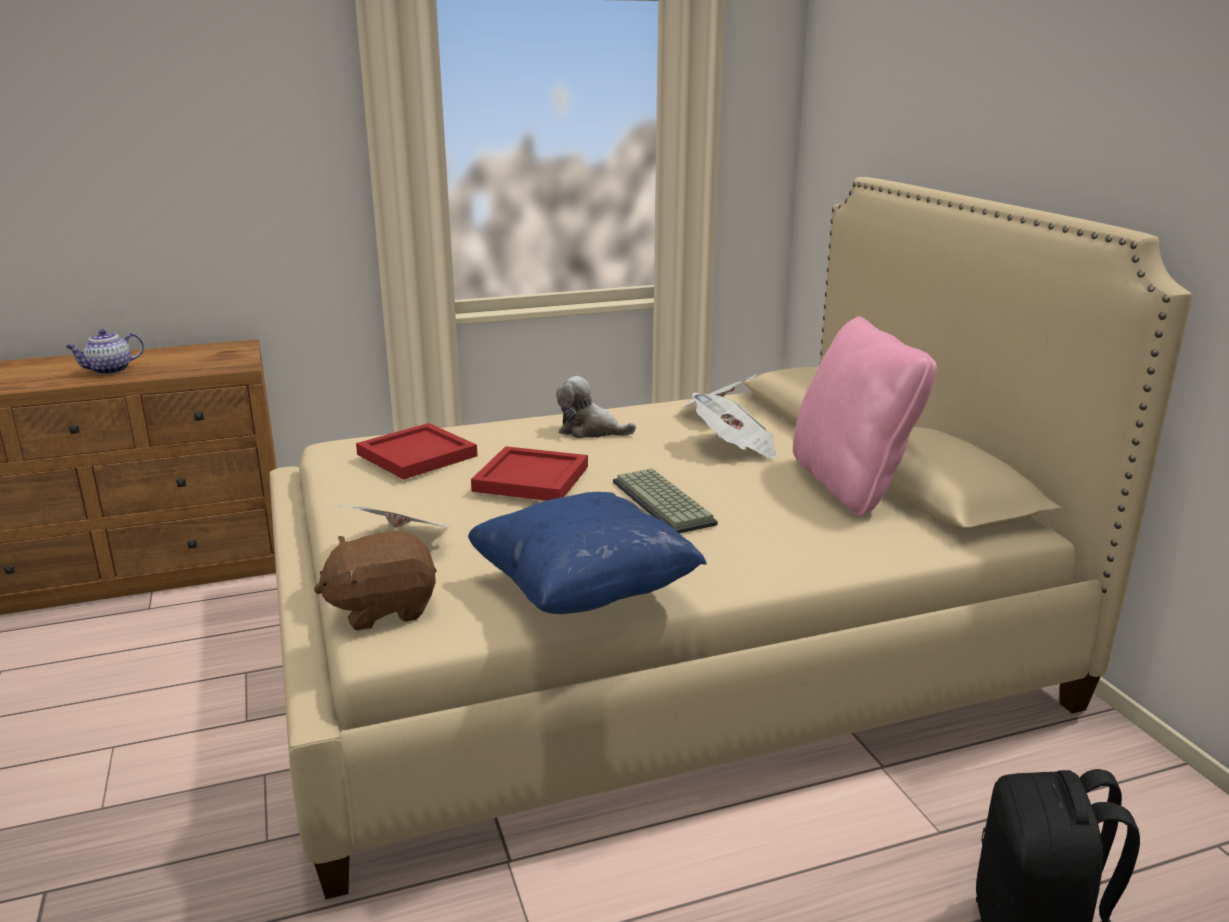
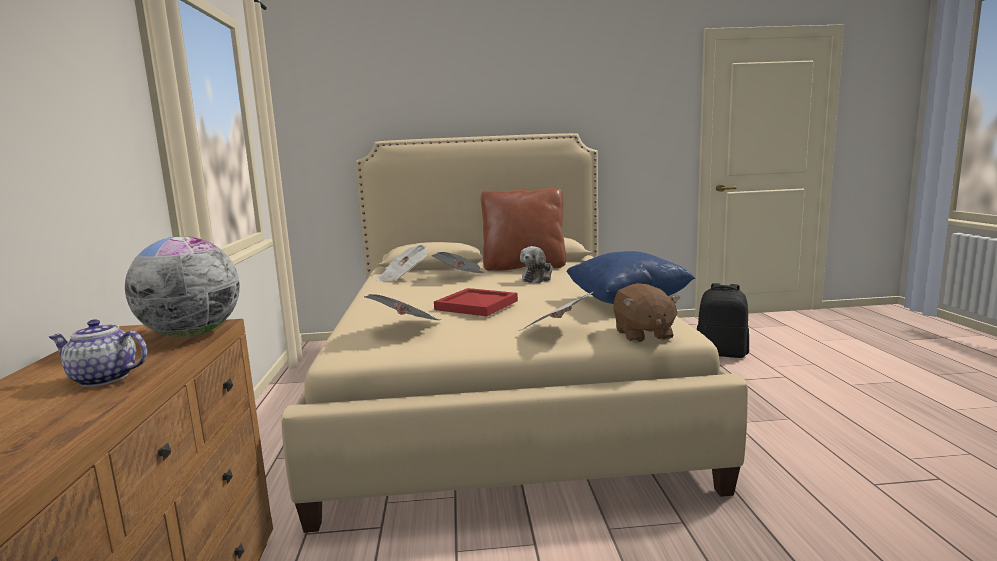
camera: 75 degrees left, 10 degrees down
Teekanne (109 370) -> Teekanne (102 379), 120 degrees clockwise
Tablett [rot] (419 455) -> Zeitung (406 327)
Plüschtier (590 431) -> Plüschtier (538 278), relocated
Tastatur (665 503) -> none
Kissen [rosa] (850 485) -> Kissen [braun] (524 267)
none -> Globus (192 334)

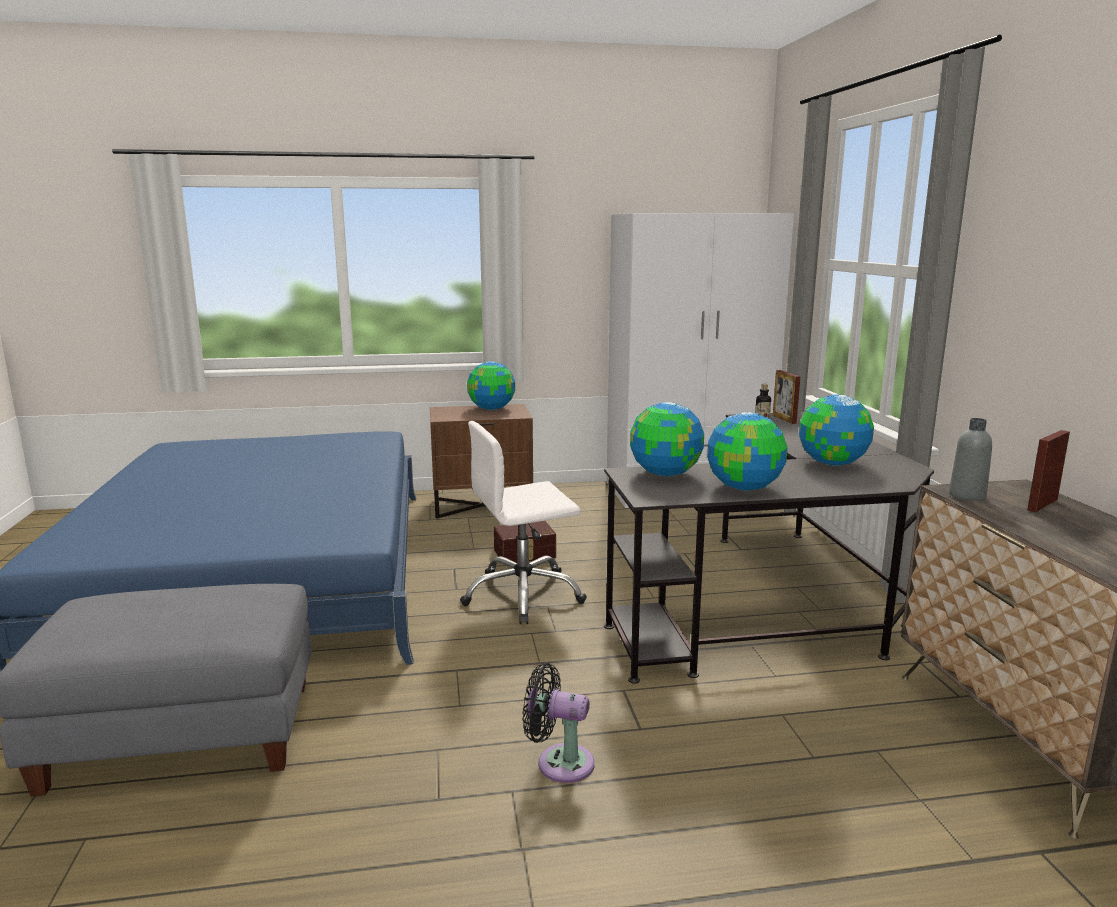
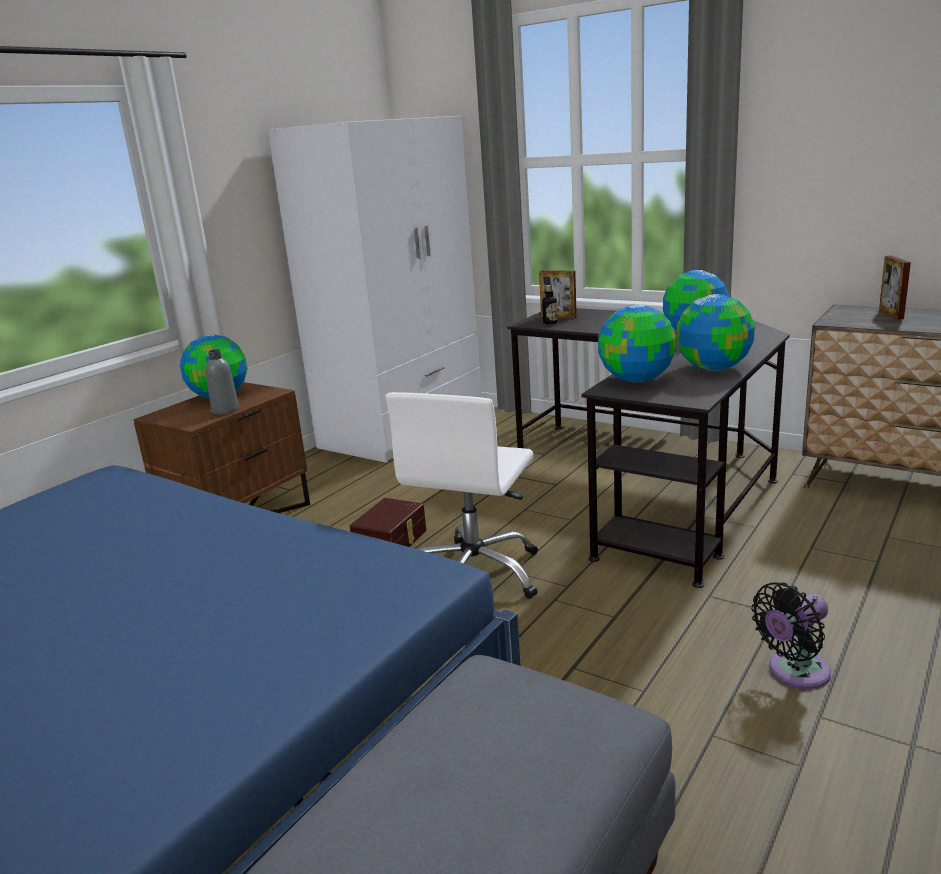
camera: 45 degrees left, 5 degrees up
Flasche [grau] (967 496) -> Flasche [grau] (225 410), relocated

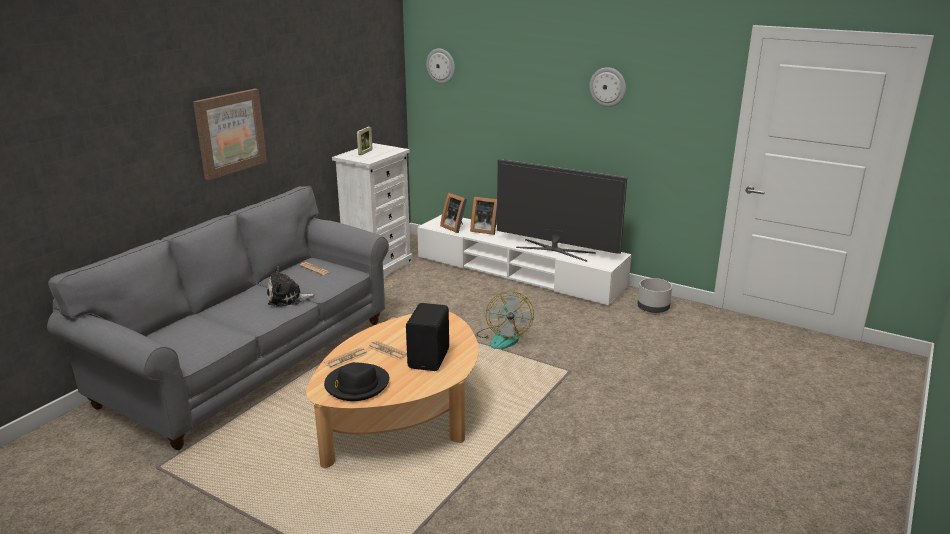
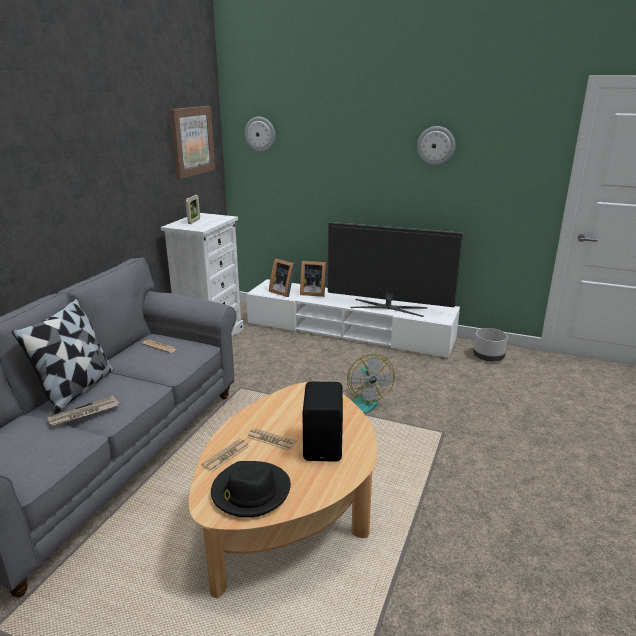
camera: 10 degrees left, 0 degrees up
Bild (230 133) -> Bild (191 141), relocated
Plüschtier (287 298) -> none
none -> Kissen (76 389)
none -> Zeitung (84 413)

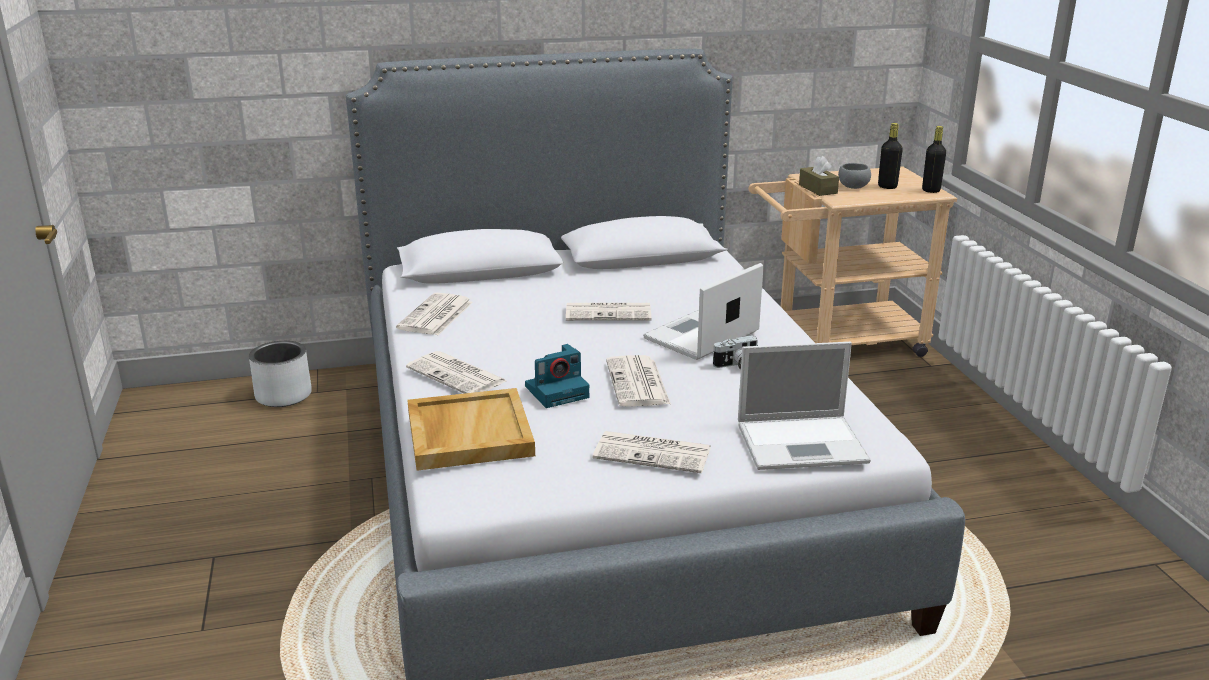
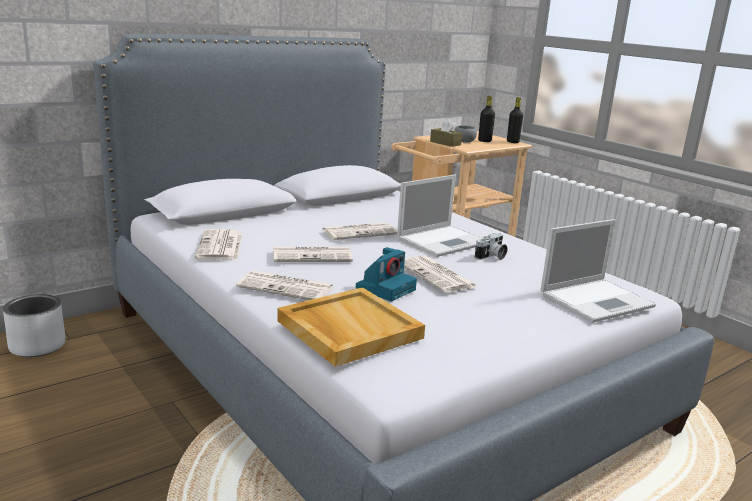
camera: 25 degrees left, 5 degrees down
Zeitung (654 453) -> Zeitung (313 255), relocated
Laptop (700 336) -> Laptop (443 241), 150 degrees counterclockwise

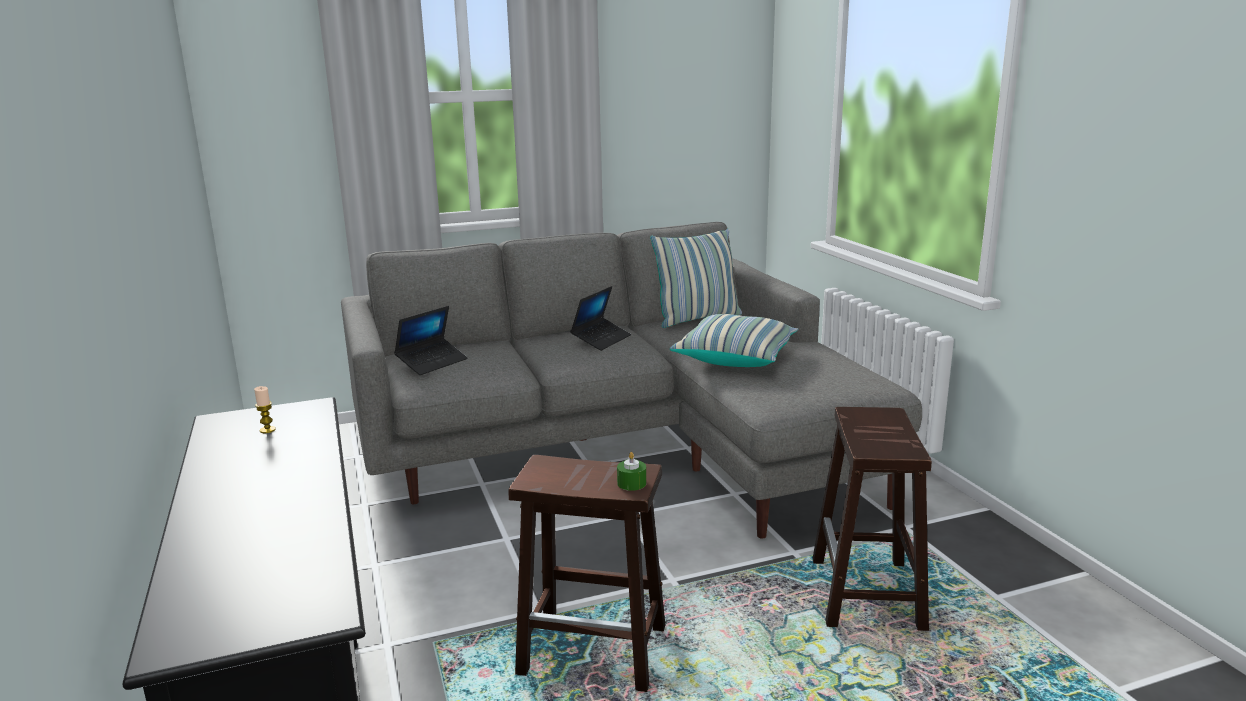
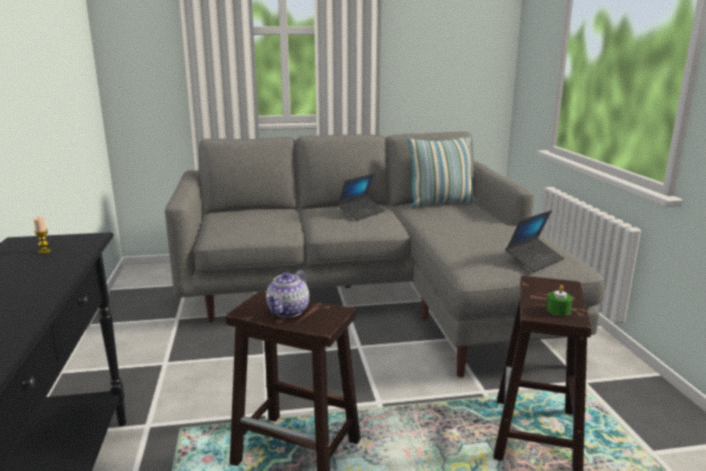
camera: 10 degrees right, 0 degrees up
Laptop (432 363) -> Laptop (534 260), relocated
Kerze [grün] (631 483) -> Kerze [grün] (558 310), relocated
Kissen (735 357) -> none
none -> Teekanne (288 311)

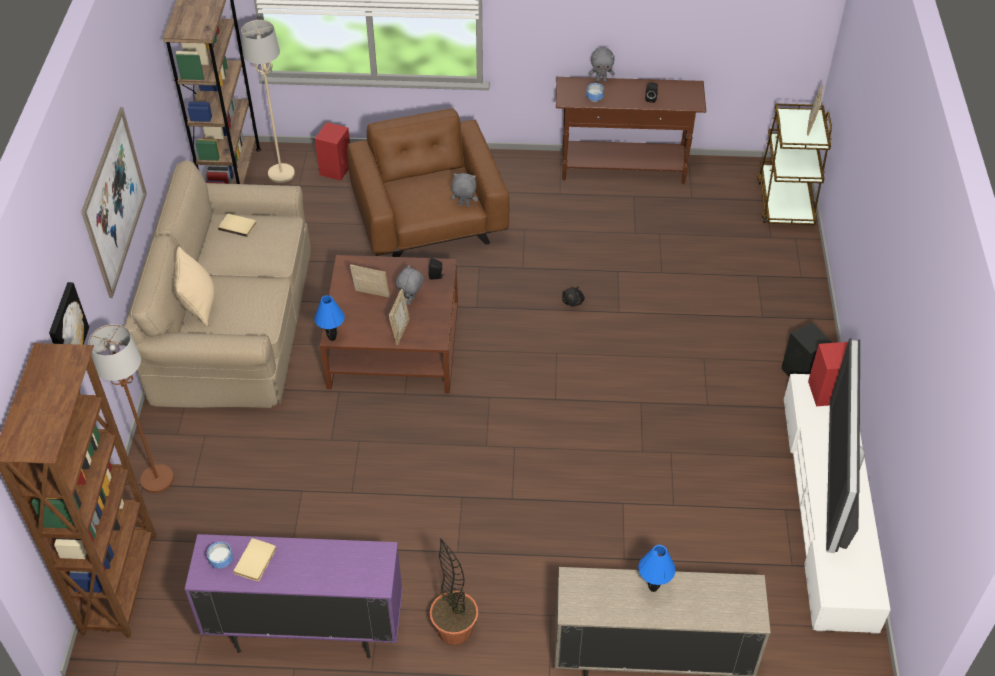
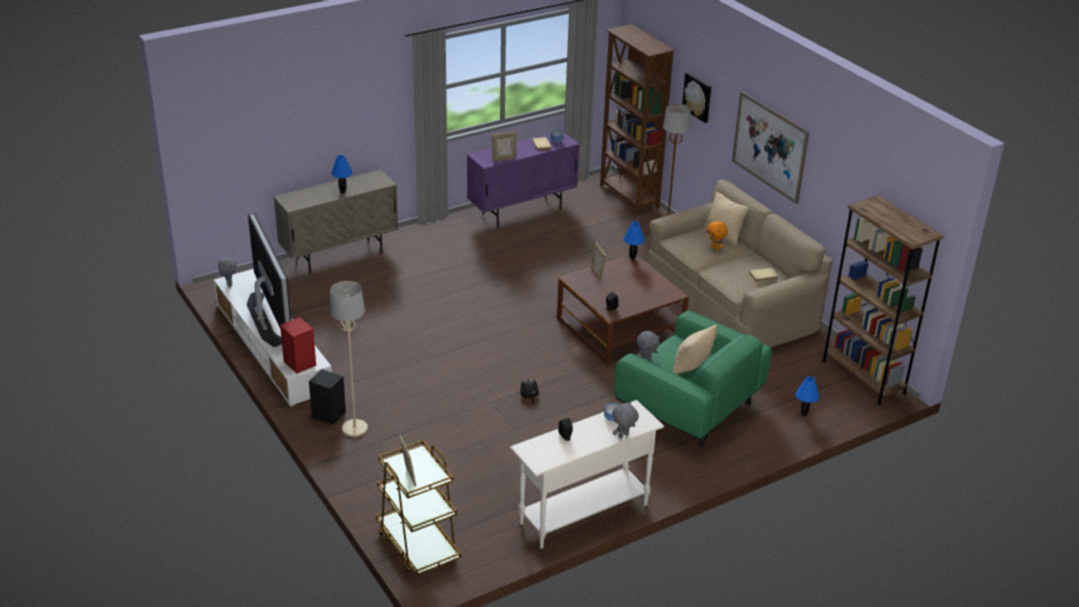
camera: 145 degrees right, 15 degrees down
Stehlampe [beige] (281 174) -> Stehlampe [beige] (354 429), relocated
Lautsprecher [rot] (336 169) -> Tischlampe [blau] (804 414)
Sessel [braun] (429 221) -> Sessel [grün] (689 406)
Bilderrahmen (371 295) -> Bilderrahmen (504 159), relocated
Plüschtier [grau] (411 301) -> Plüschtier [grau] (229 284), relocated
Topfpflanze (454 629) -> none
Konsolentisch [braun] (623 169) -> Konsolentisch [weiß] (583 514)
none -> Kissen [beige] (691 367)
none -> Plüschtier [orange] (715 248)

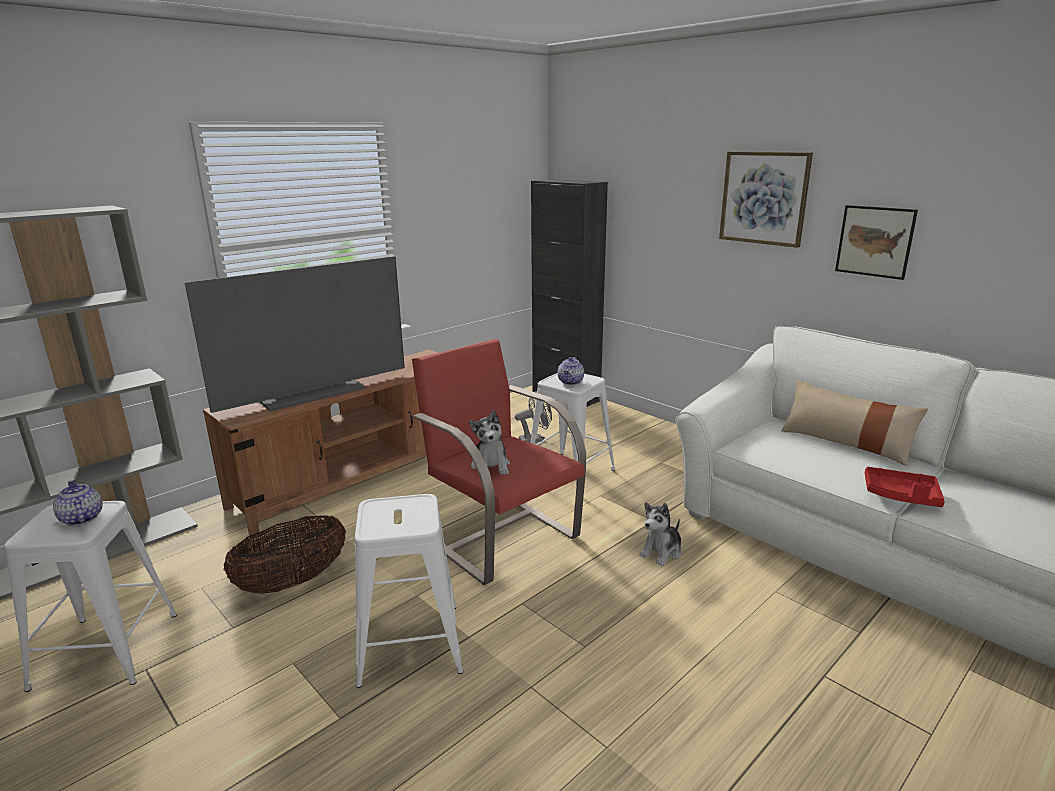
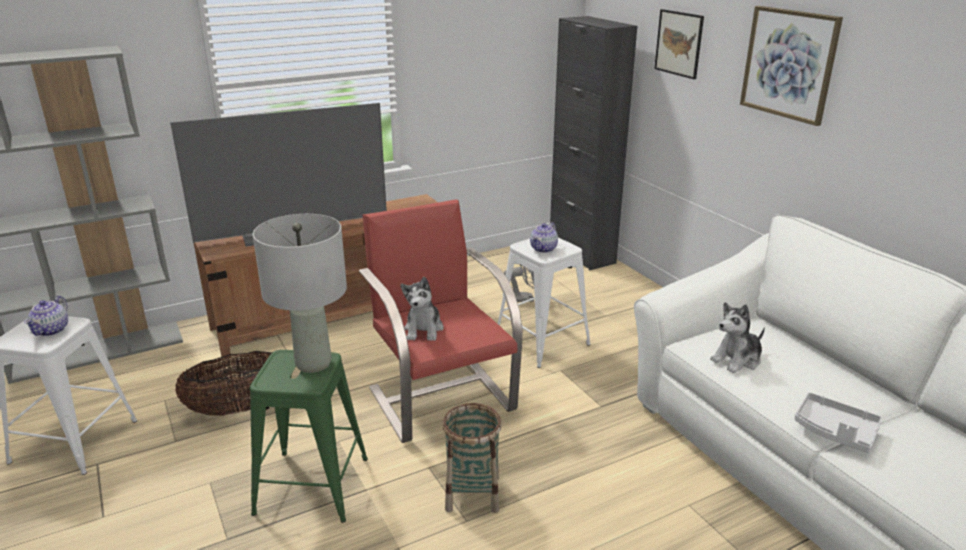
camera: 15 degrees right, 5 degrees up
Teekanne (81 518) -> Teekanne (51 330), 150 degrees counterclockwise
Hocker [weiß] (410 644) -> Hocker [grün] (312 486)
Plüschtier (662 552) -> Plüschtier (737 360), relocated
Kissen [beige] (845 443) -> none
Bild (875 241) -> Bild (679 43), relocated
Tablett [rot] (901 495) -> Tablett [grau] (835 431)
none -> Tischlampe [grau] (312 363)
none -> Korb (472 493)

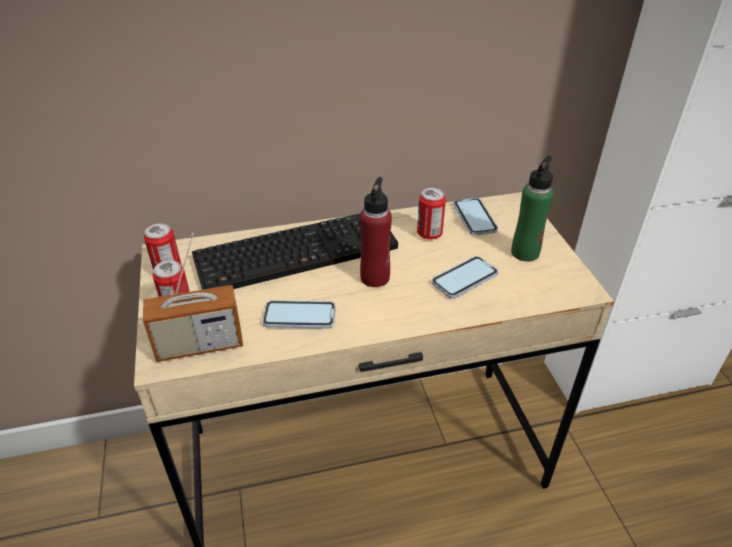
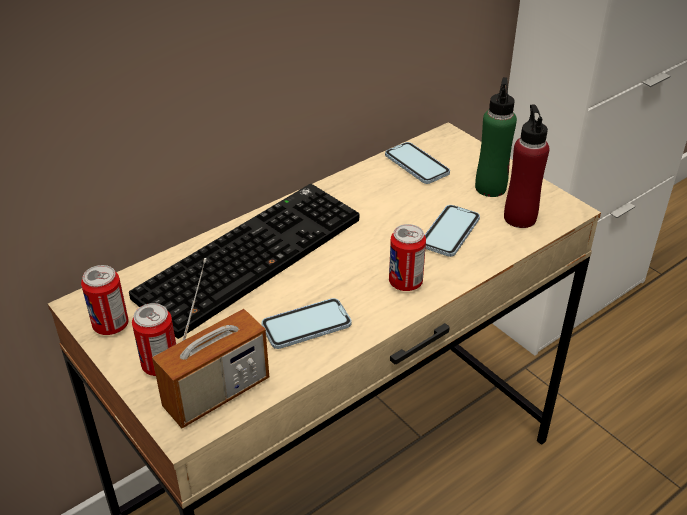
camera: 25 degrees left, 0 degrees up
Flasche [rot] (375 277) -> Flasche [rot] (520 218), relocated
Dose (429 234) -> Dose (405 283), relocated

